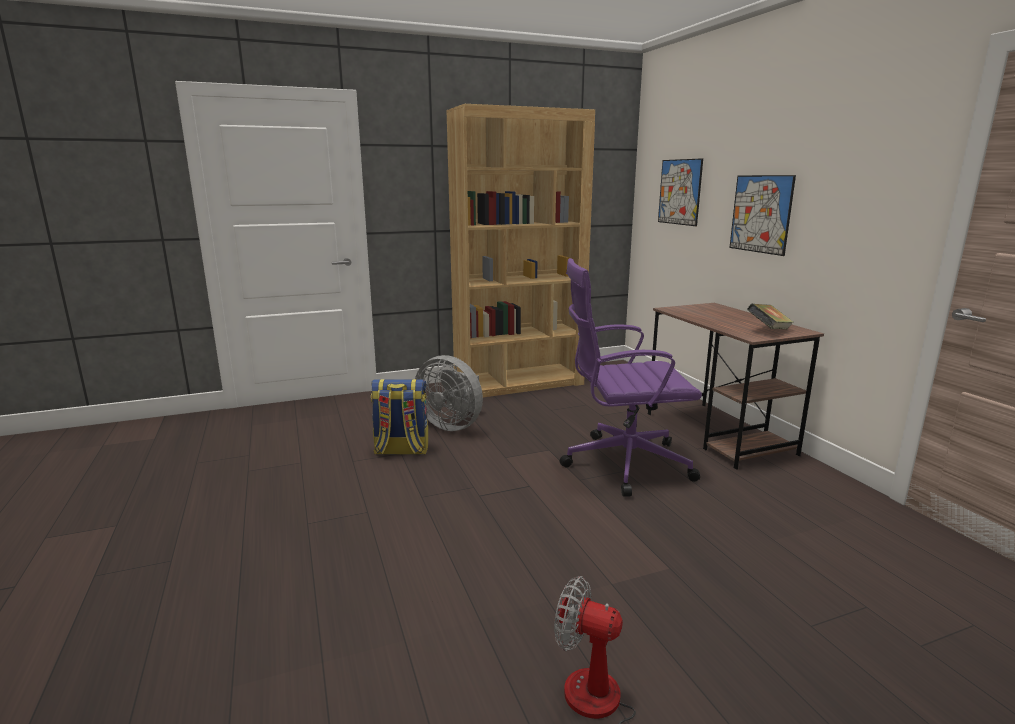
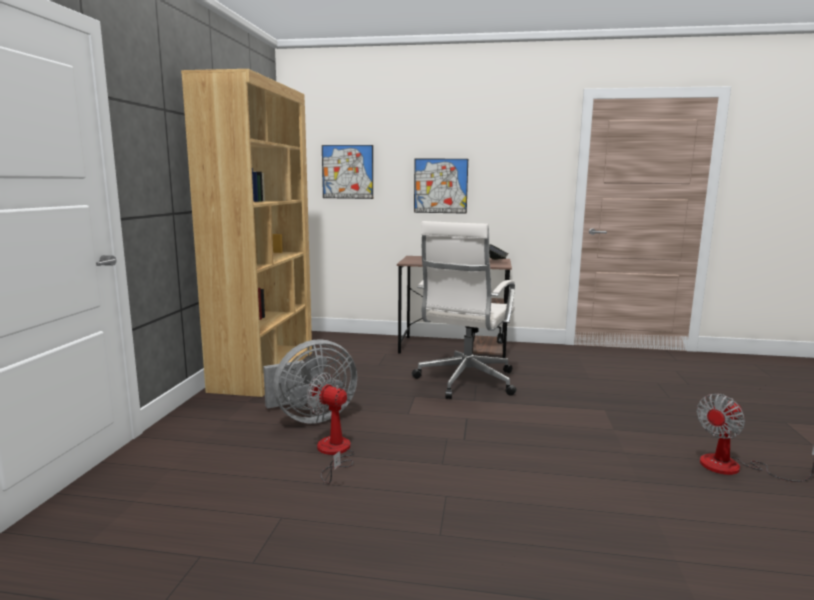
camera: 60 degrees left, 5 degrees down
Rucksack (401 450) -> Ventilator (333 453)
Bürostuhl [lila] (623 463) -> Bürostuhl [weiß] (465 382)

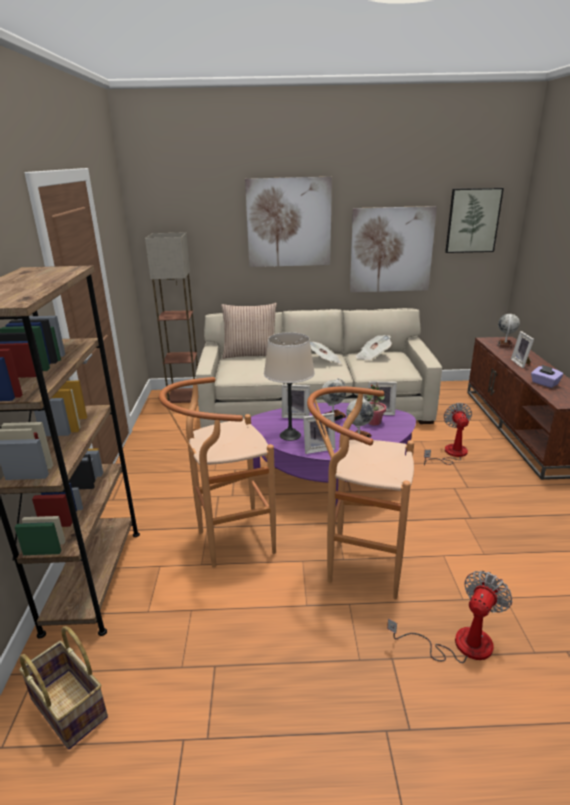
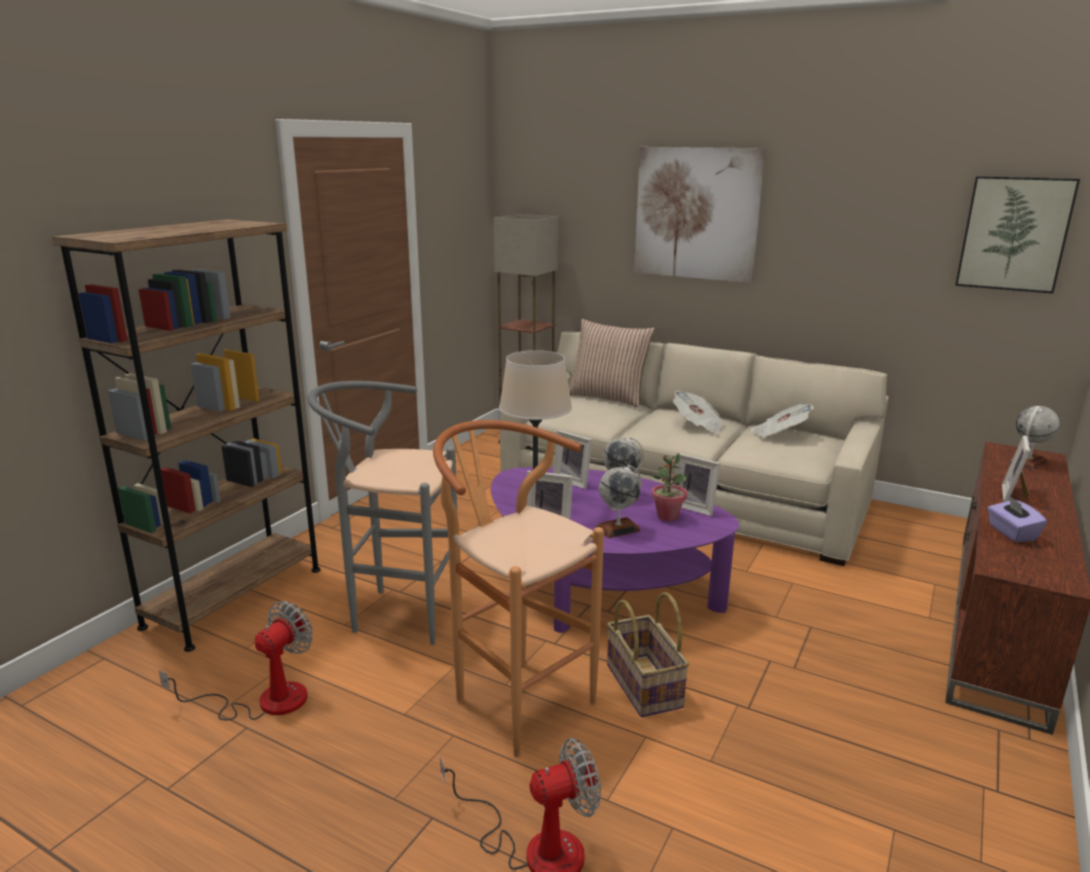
camera: 30 degrees right, 5 degrees down
Korb (70 707) -> Korb (645 685), relocated
Hocker [braun] (227 542) -> Hocker [grau] (395 613)
Bild (391 250) -> none
Ventilator (450 454) -> Ventilator (265 701), relocated

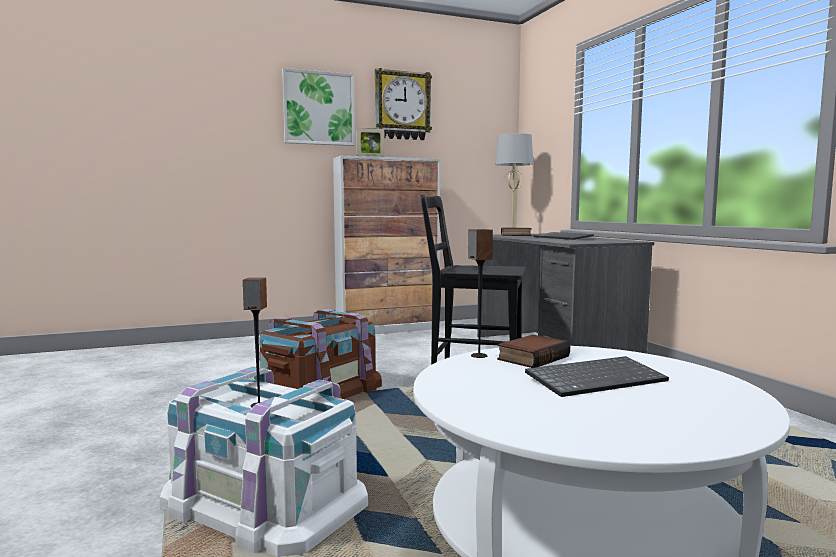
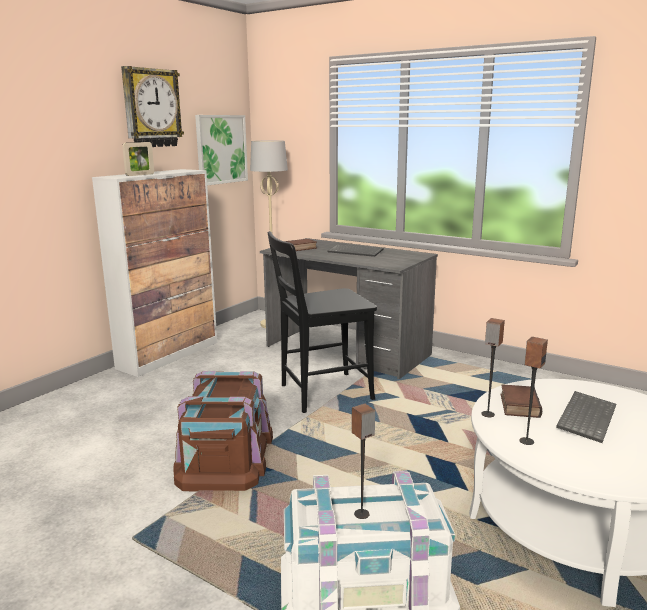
camera: 35 degrees left, 10 degrees up
Bild (318 108) -> Bild (221 149), relocated
none -> Lautsprecher (526 441)

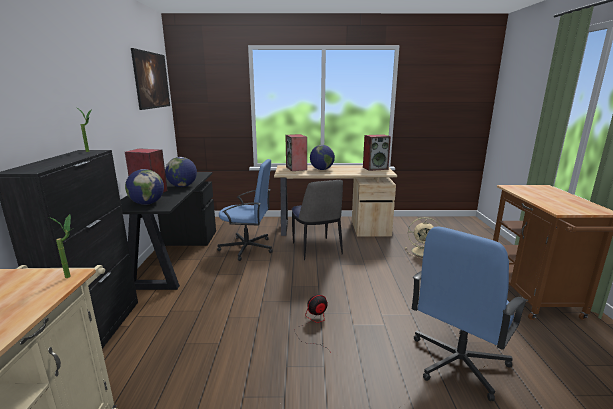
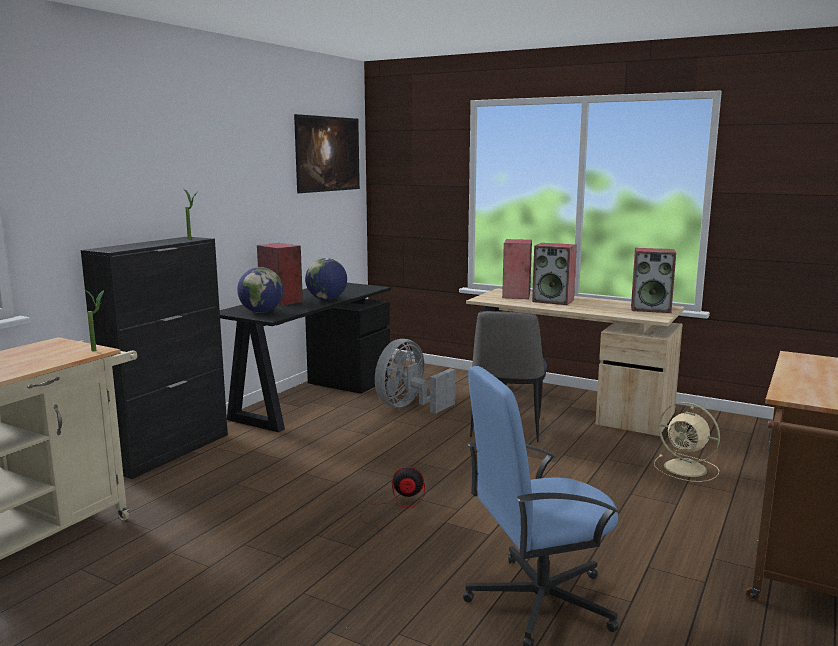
camera: 30 degrees right, 5 degrees down
Bürostuhl [blau] (248 248) -> Ventilator [grau] (409 407)
Globus (322 169) -> Lautsprecher (553 301)

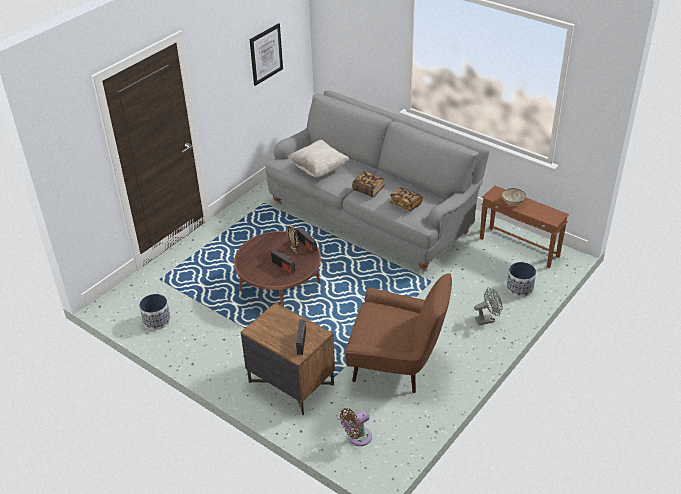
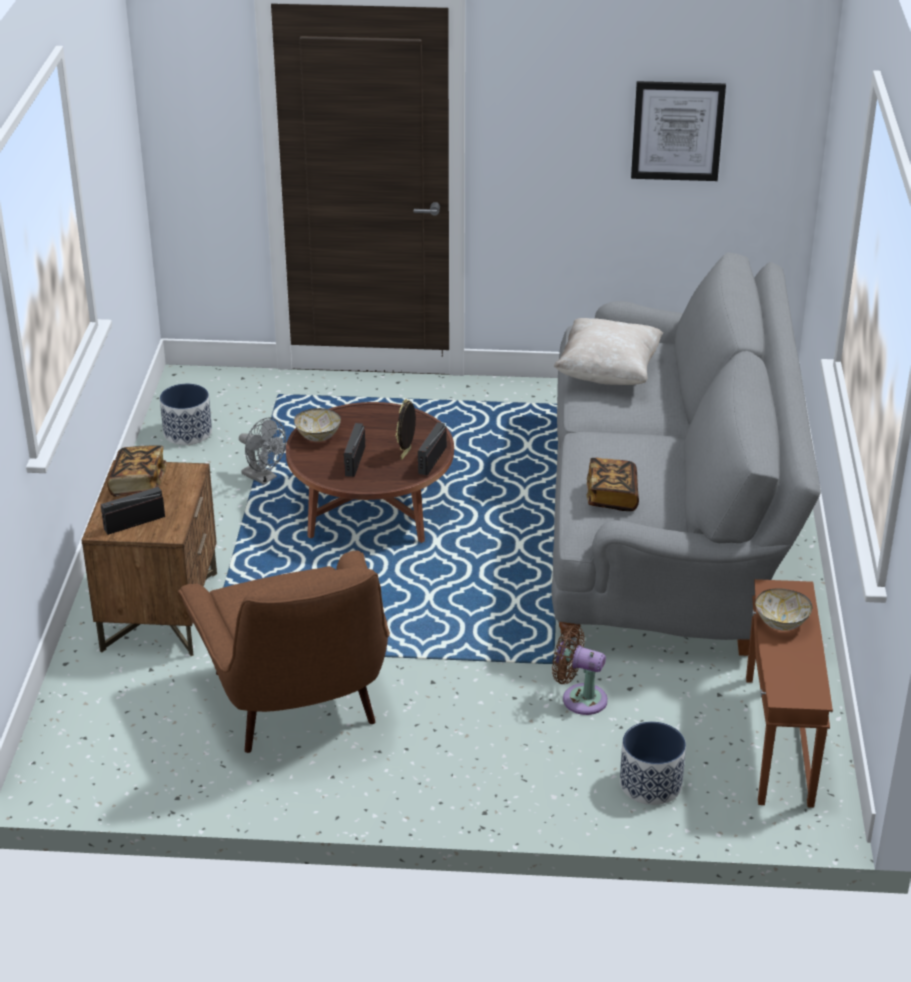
camera: 55 degrees right, 5 degrees down
Ventilator [braun] (357 438) -> Ventilator [braun] (579 698), relocated
Buch (368 190) -> Buch (138 483), relocated
Ventilator [grau] (487 319) -> Ventilator [grau] (263 478), relocated
none -> Schüssel (318 436)

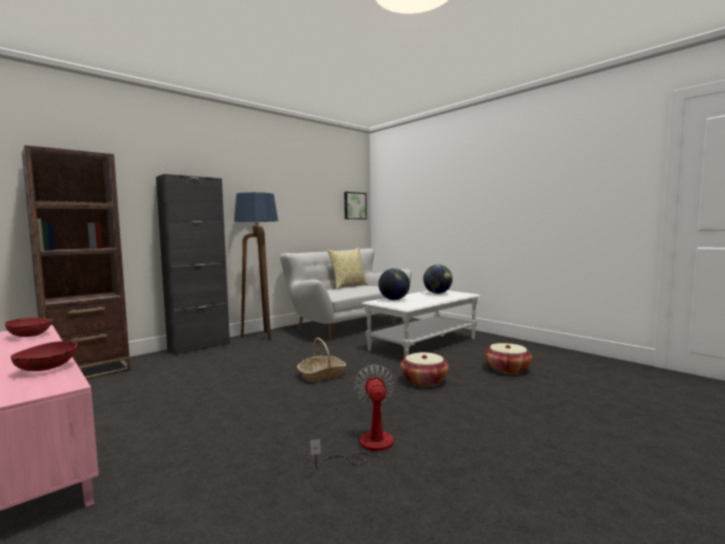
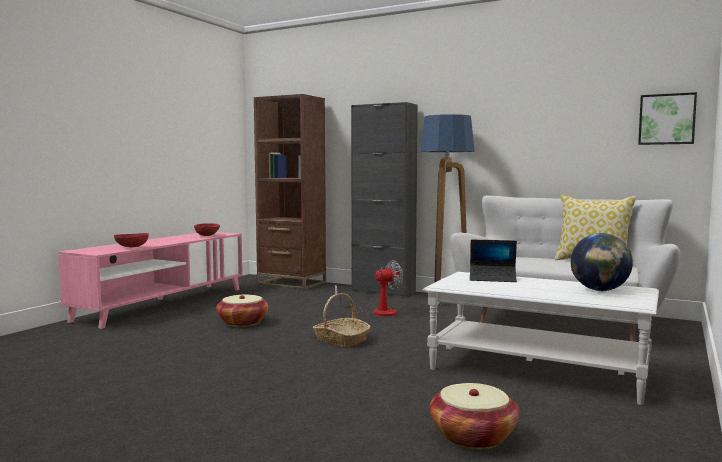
camera: 70 degrees right, 0 degrees up
Ventilator (366 447) -> Ventilator (376 312), relocated
Globus (394 300) -> Laptop (492 278)
Korb (424 380) -> Korb (242 323), relocated

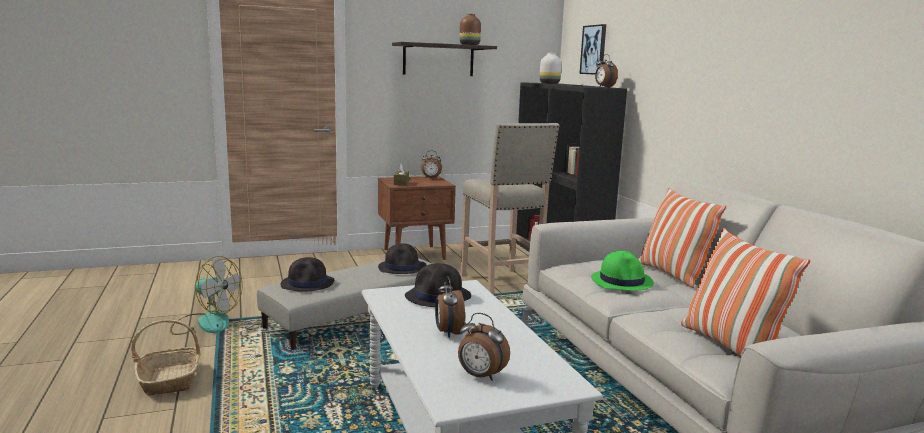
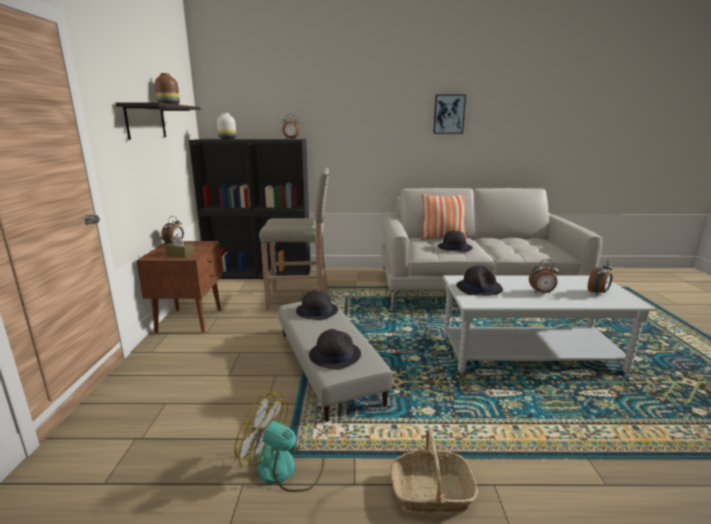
camera: 70 degrees left, 5 degrees up
Ventilator (206 323) -> Ventilator (285 468), 105 degrees counterclockwise
Bild (594 50) -> Bild (449 114), relocated
Hut [grün] (622 281) -> Hut [schwarz] (454 247)
Kissen (729 345) -> none

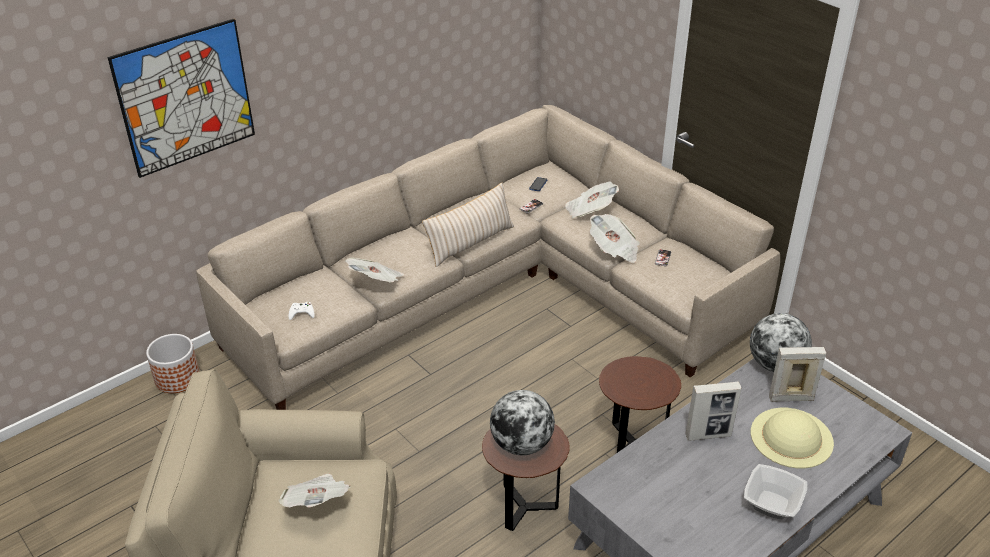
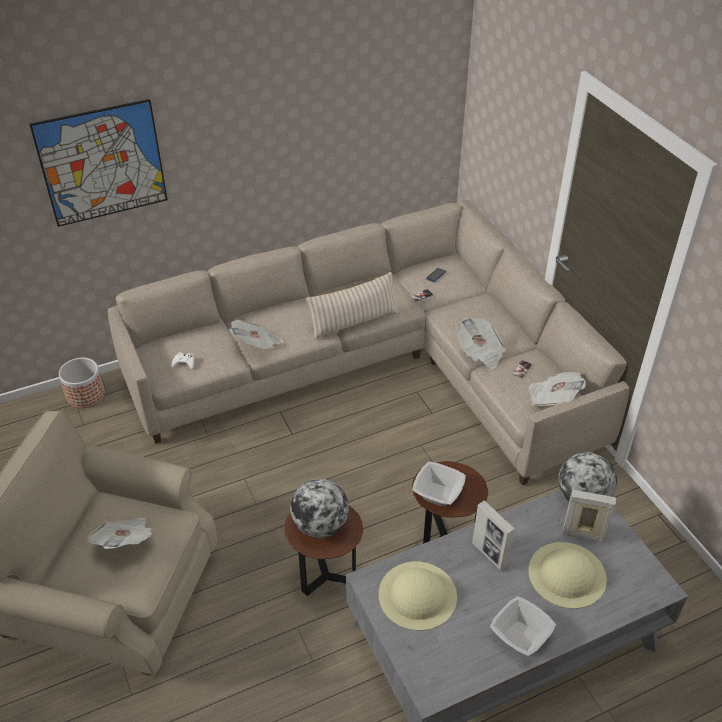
camera: 15 degrees right, 5 degrees up
Zeitung (589 211) -> Zeitung (552 398), relocated
Bilderrahmen (708 435) -> Bilderrahmen (489 555), 45 degrees clockwise
none -> Hut [beige] (417 595)
none -> Schüssel (438 495)

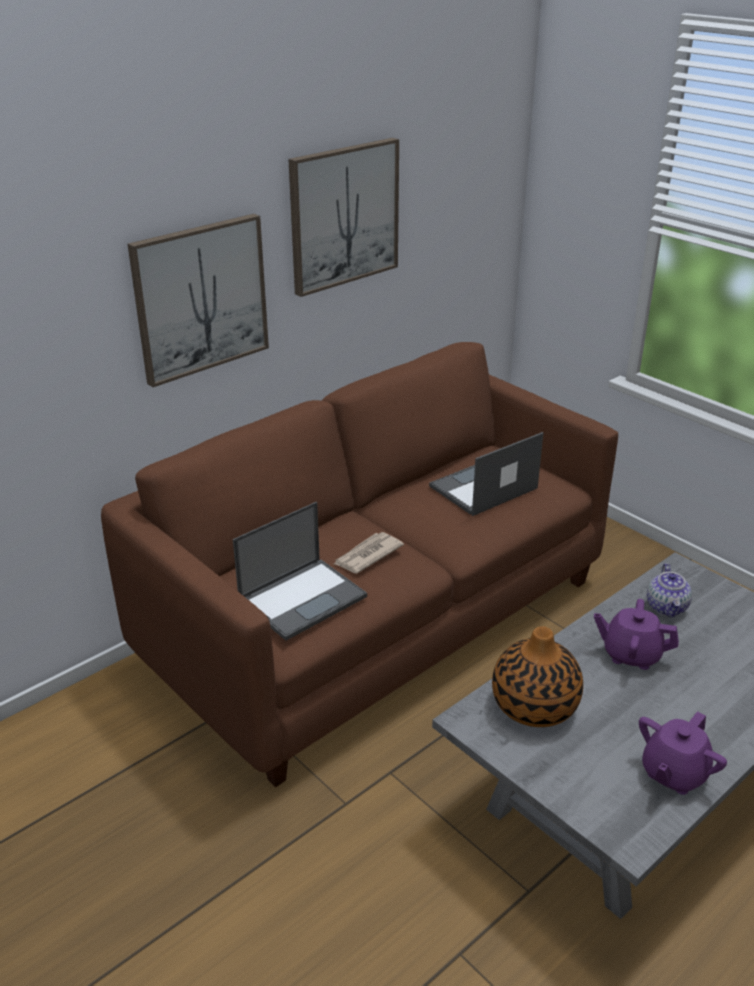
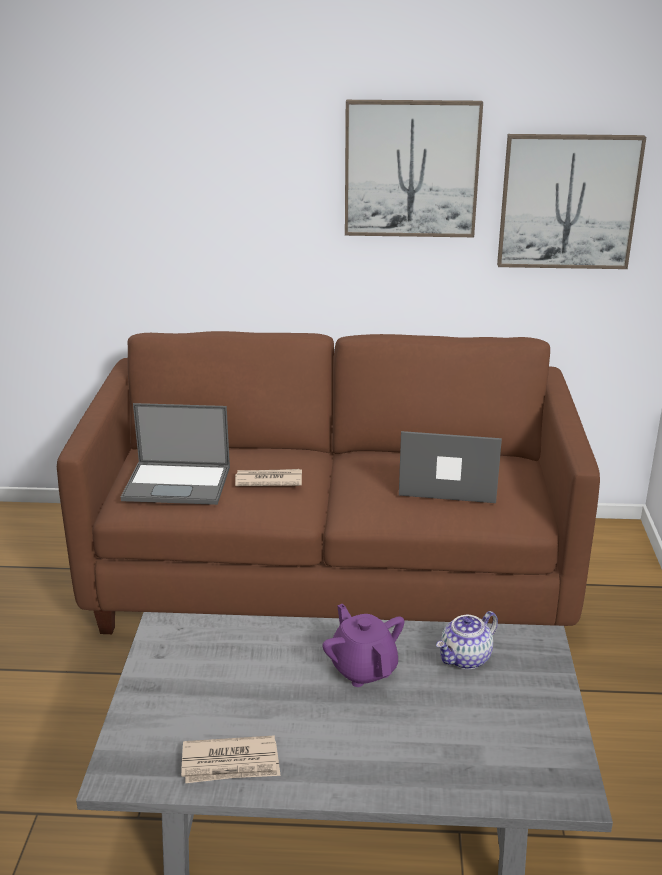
camera: 45 degrees right, 5 degrees down
Bild (200 298) -> Bild (568 201), relocated
Vase (535 705) -> none
Teekanne [lila] (673 773) -> Zeitung (231 763)

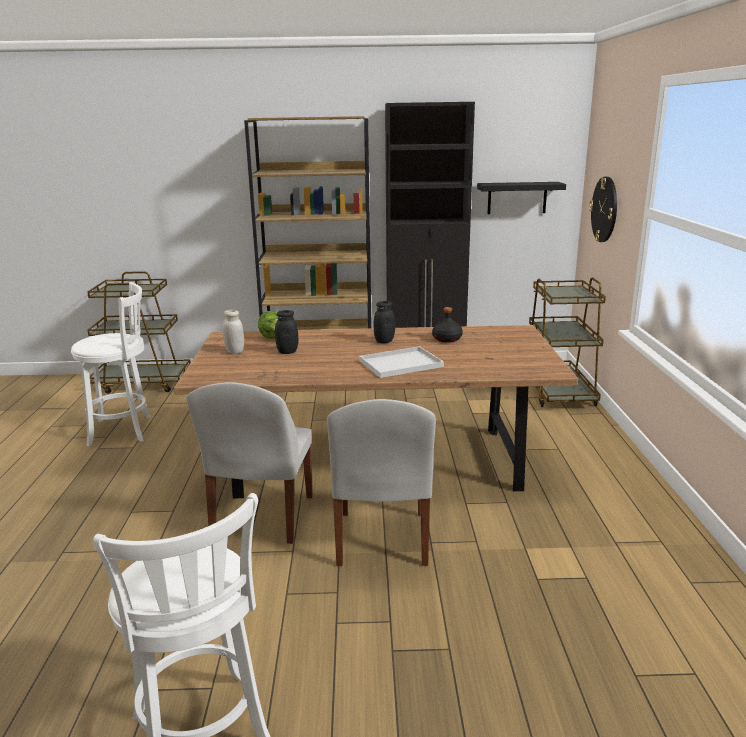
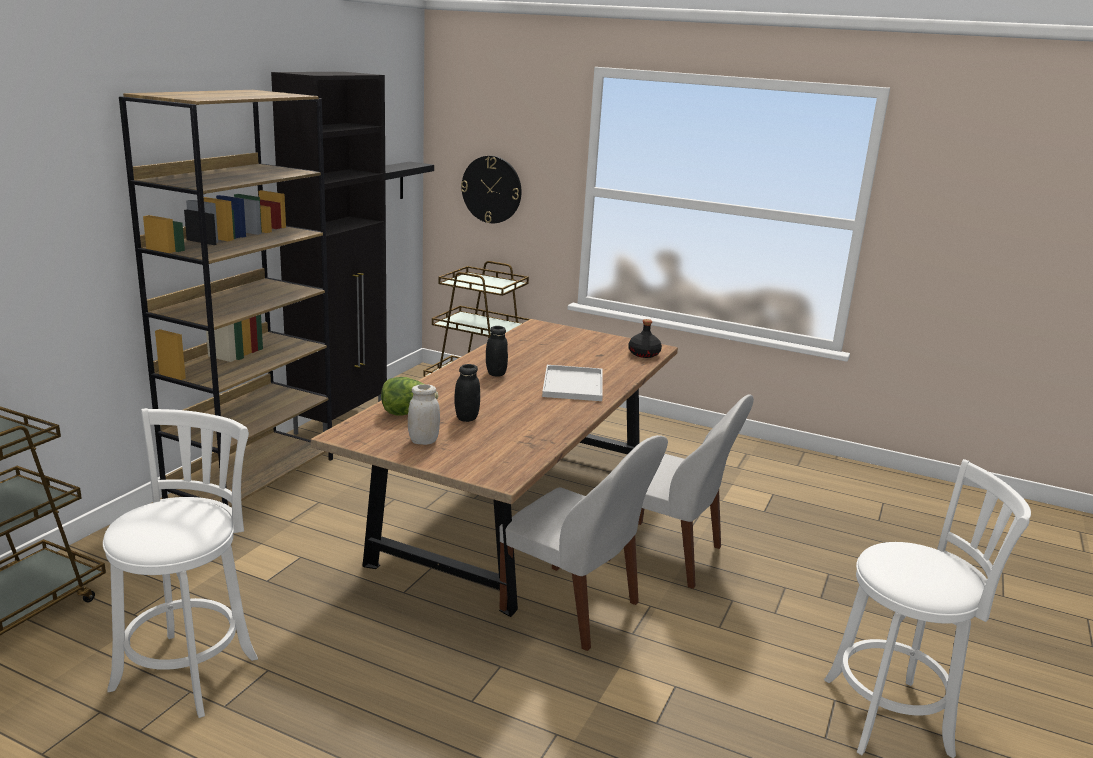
camera: 65 degrees left, 0 degrees up
Flasche [schwarz] (446 339) -> Flasche [schwarz] (644 354), relocated

